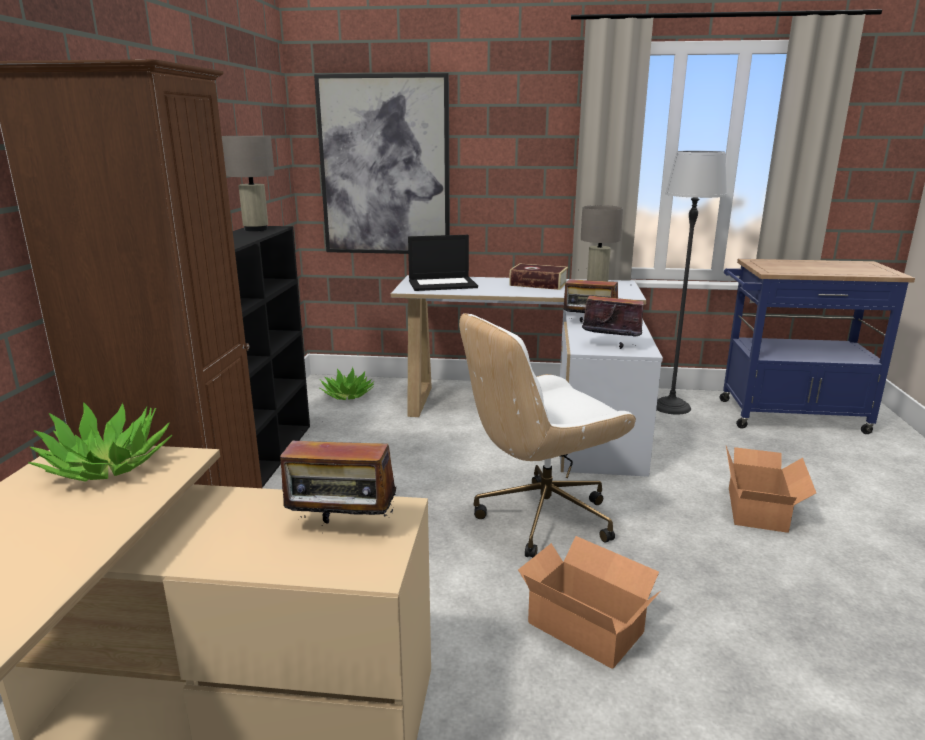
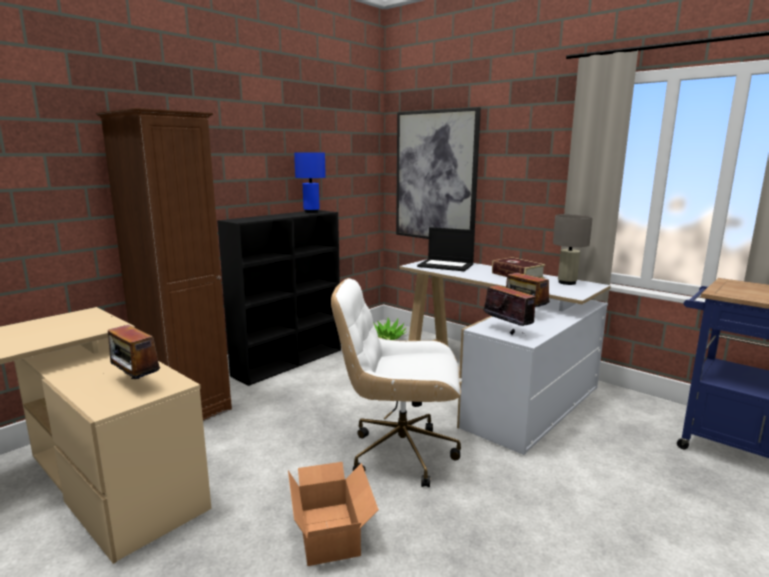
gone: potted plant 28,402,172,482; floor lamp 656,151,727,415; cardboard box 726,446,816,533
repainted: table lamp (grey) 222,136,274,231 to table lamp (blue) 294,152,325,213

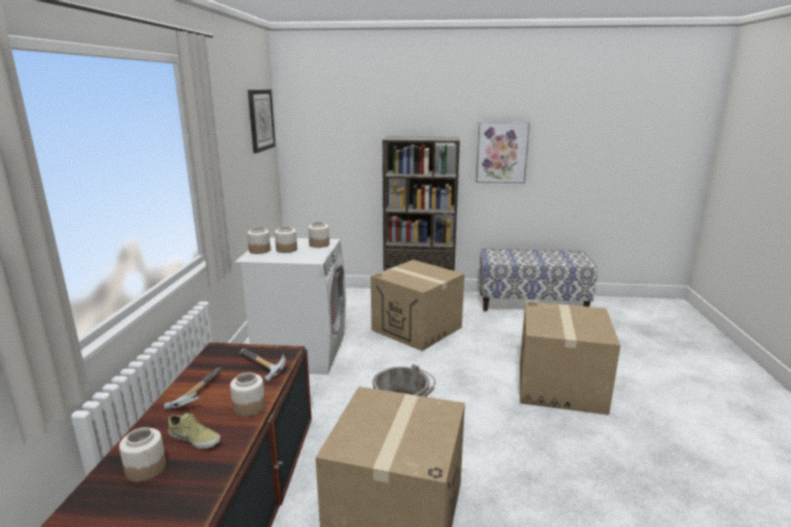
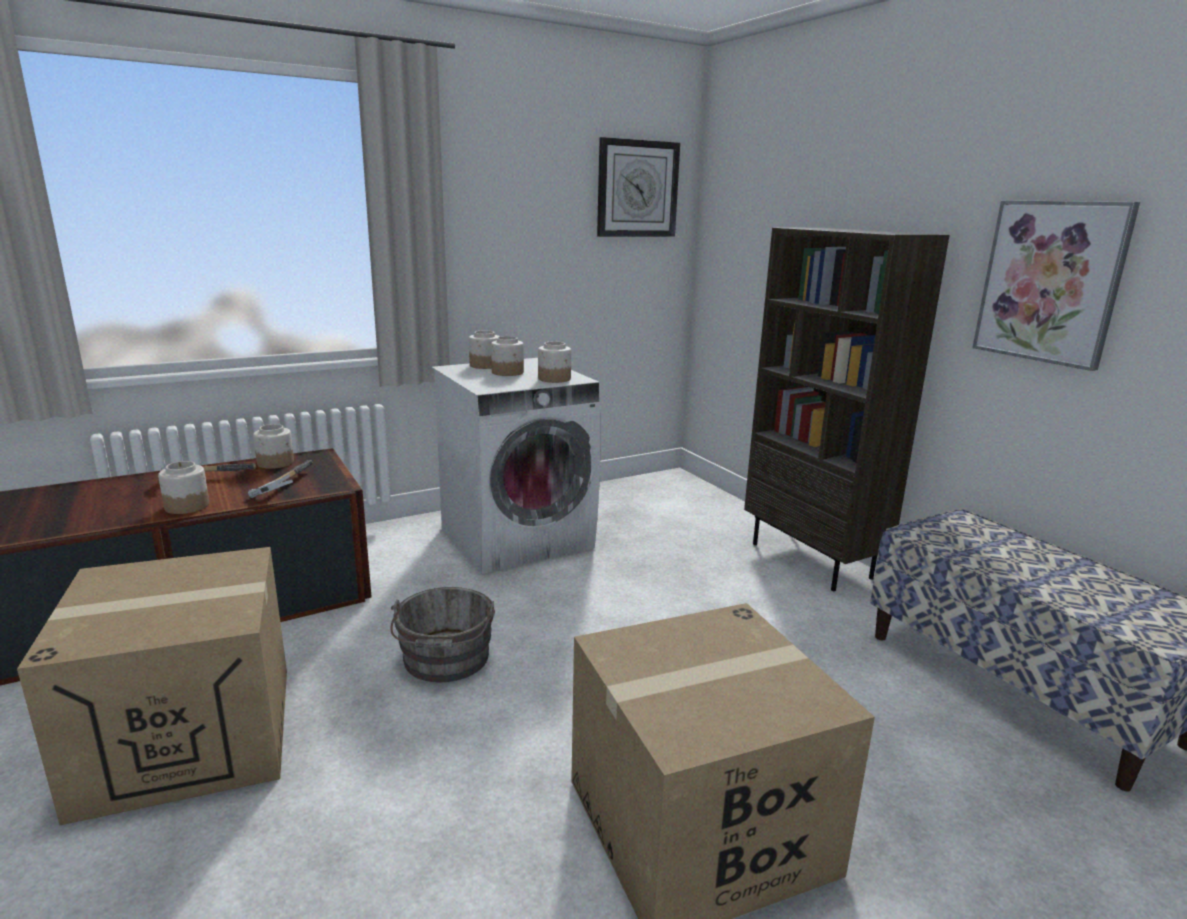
gone: shoe (beige) 168,413,221,449; cardboard box 371,260,464,351
shifted: jar 119,427,166,482 to 253,424,294,469

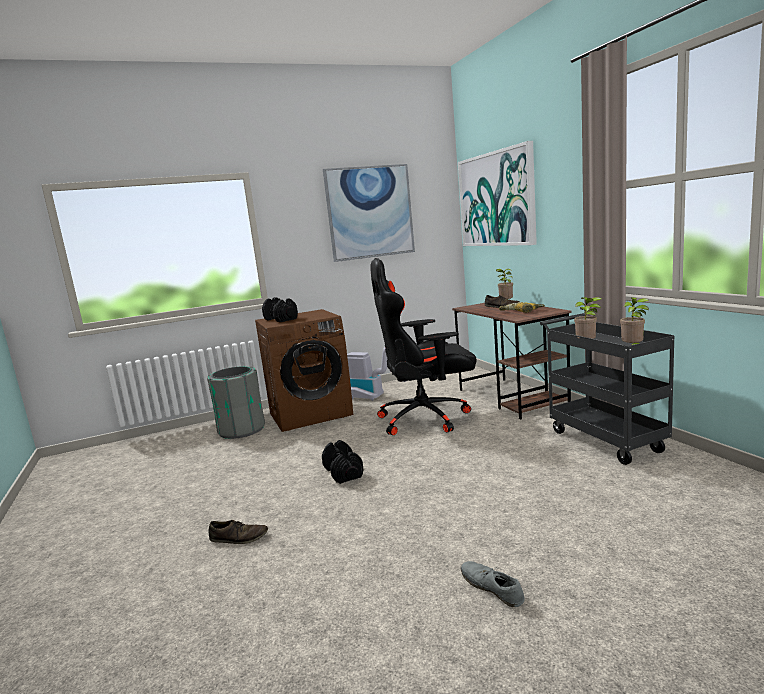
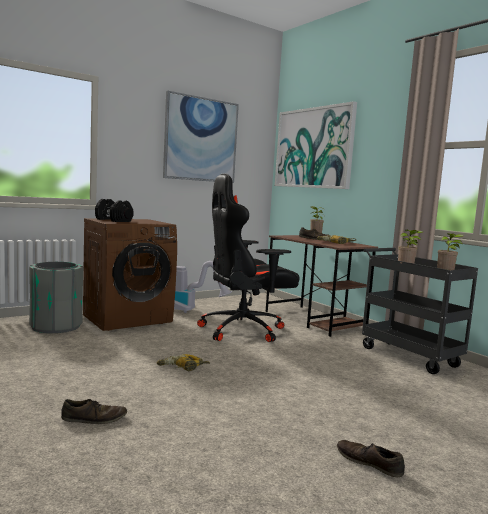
swapped: dumbbell (black) 322,440,364,484 to power drill 157,354,210,371
repainted: shoe (grey) 461,561,525,607 to shoe (brown) 337,440,405,477

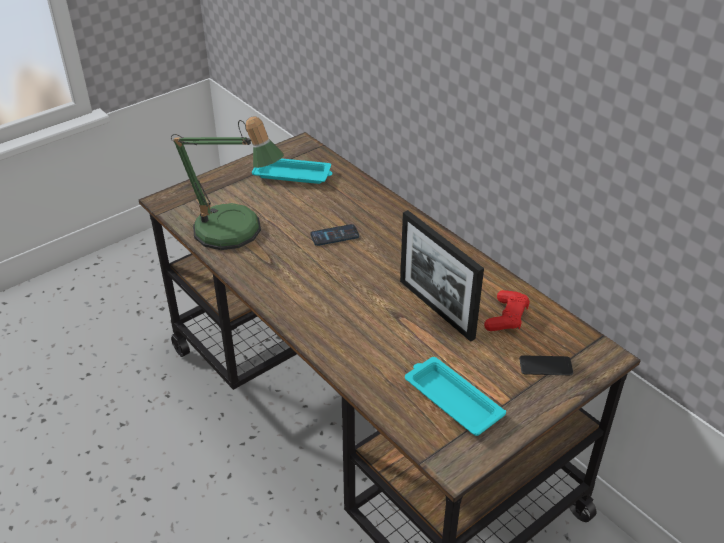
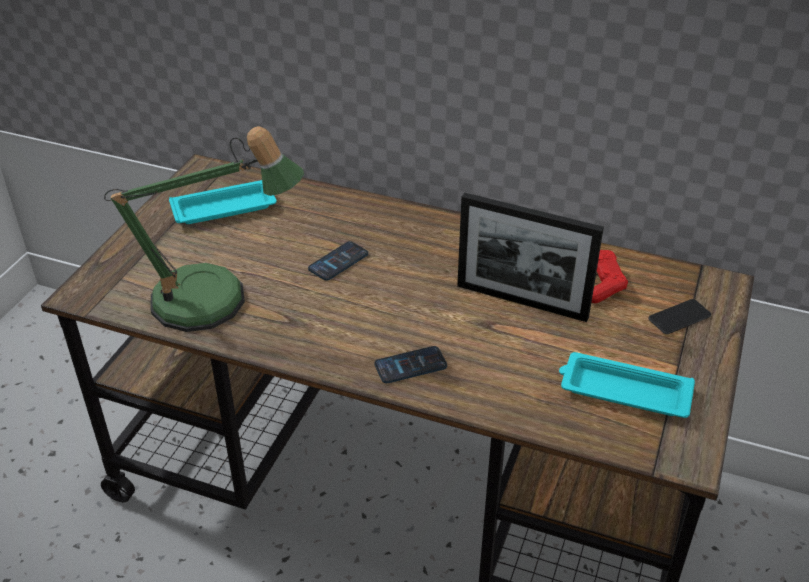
new: phone 375,346,447,383

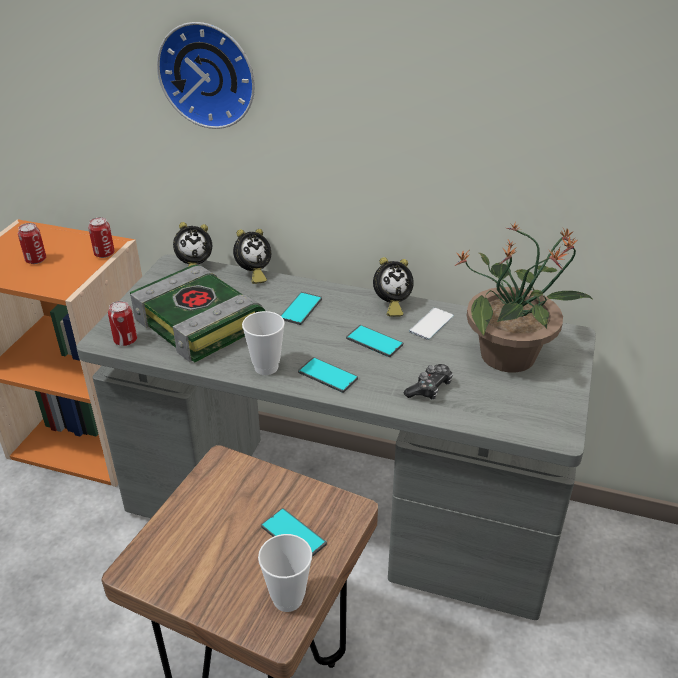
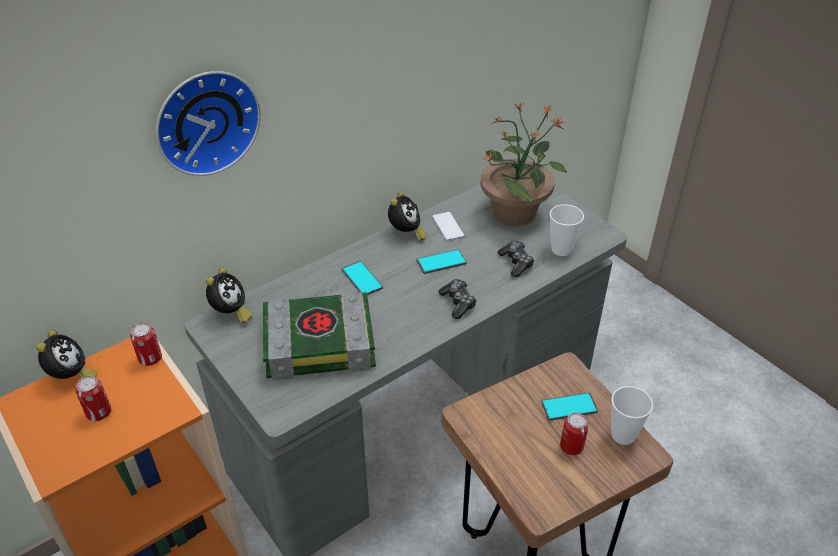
shifted: can 108,301,137,346 to 560,412,588,455; alarm clock 233,229,271,284 to 36,330,97,379; cup 242,311,285,375 to 549,204,584,256
swapped: phone 298,357,358,393 to game controller 439,279,477,319

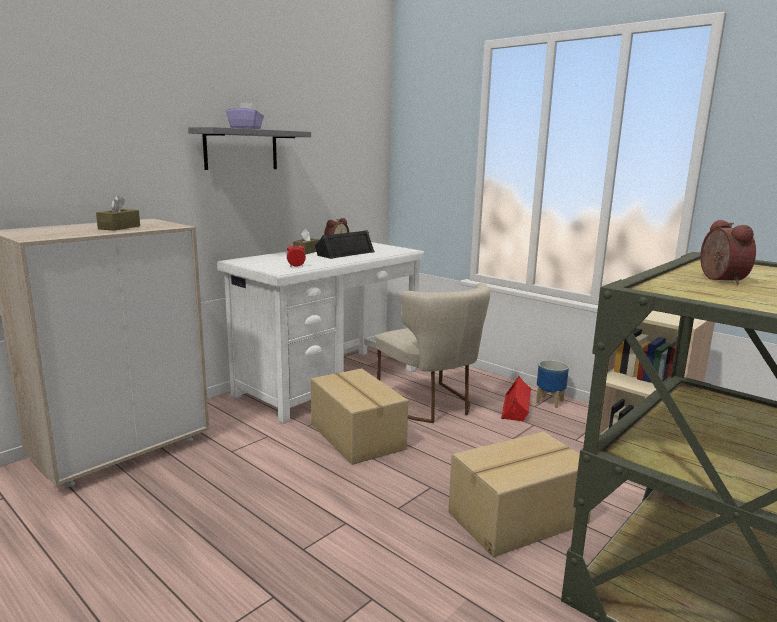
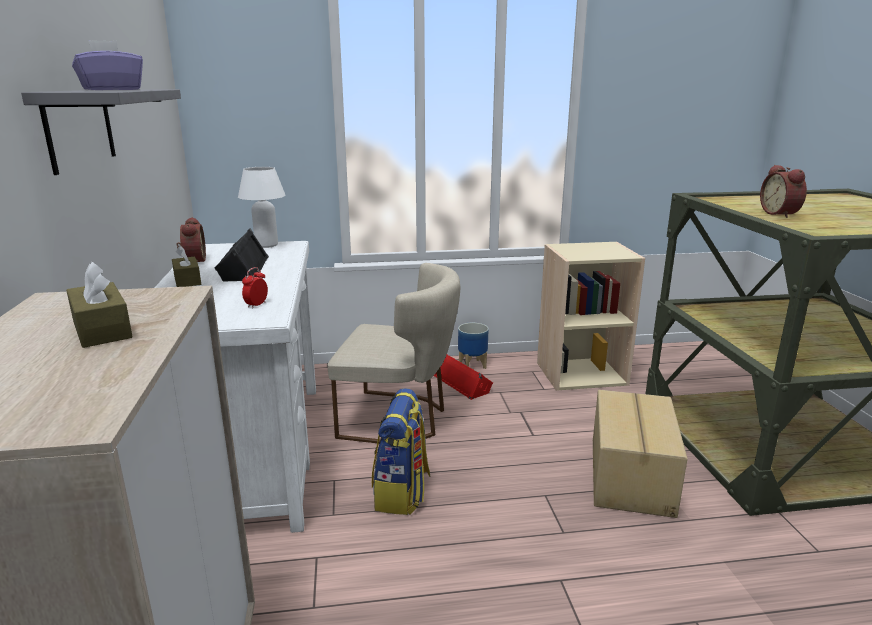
new: table lamp (white) 238,167,286,248
swapped: cardboard box 311,369,408,465 to backpack 372,388,430,515
rotated: alarm clock 700,220,756,285 = 760,165,807,218 135 degrees counterclockwise

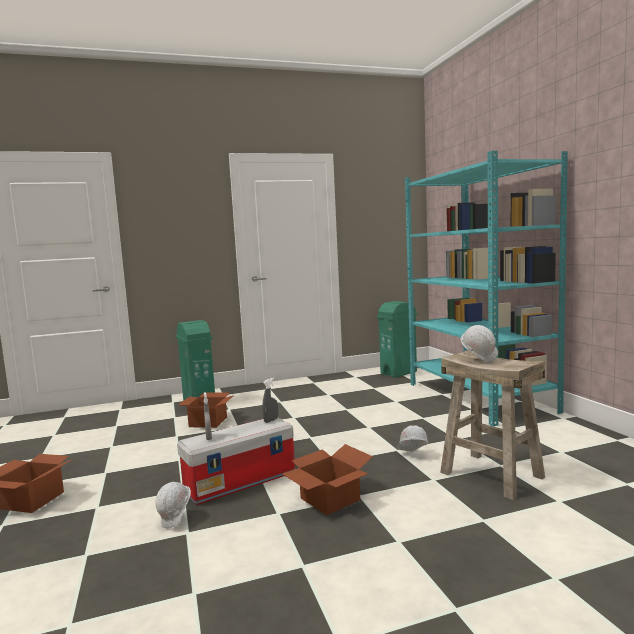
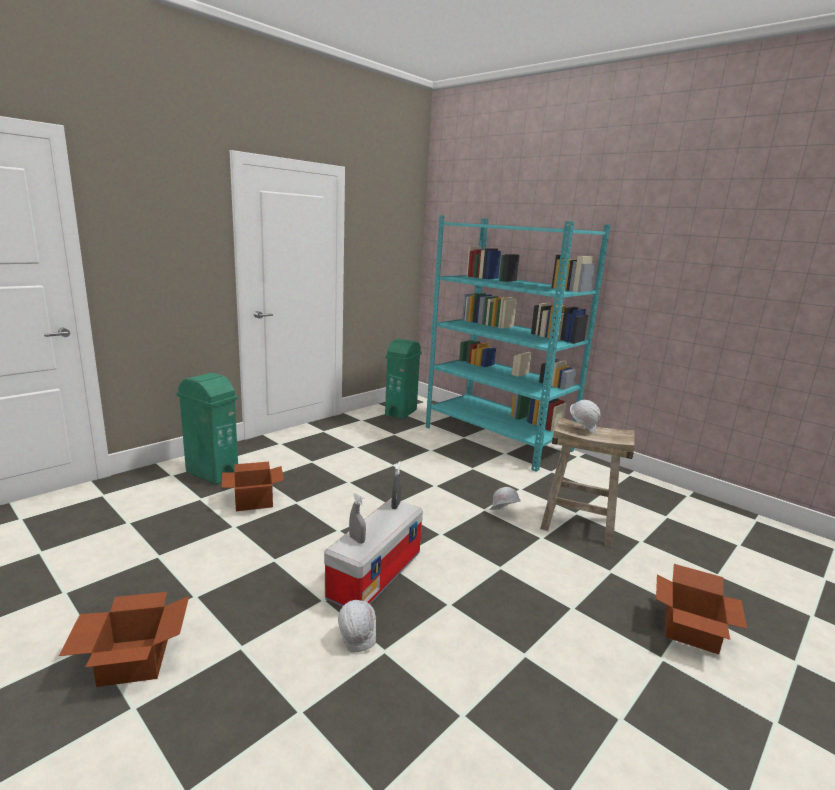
shifted: cardboard box 282,444,373,515 to 656,564,747,654

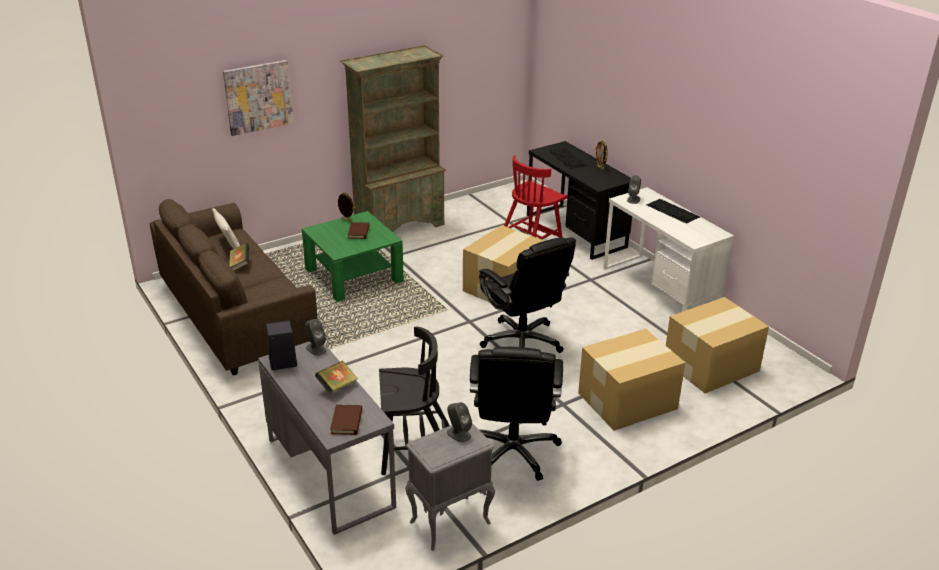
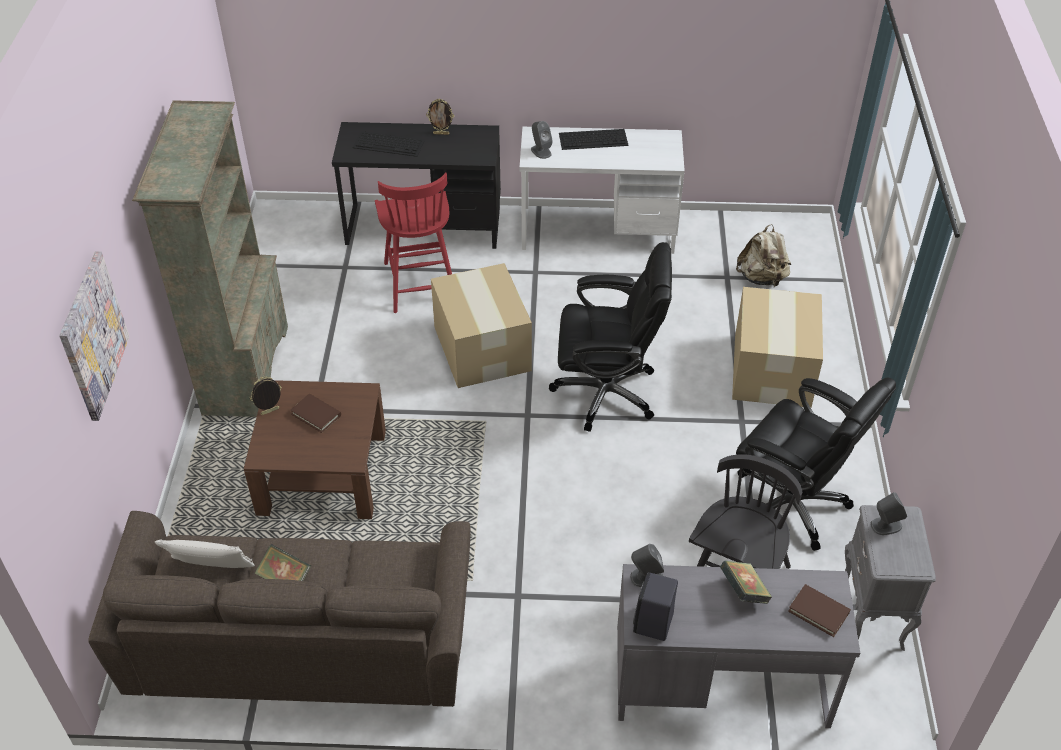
swapped: cardboard box 666,297,769,393 to backpack (beige) 736,224,791,287
repainted: coffee table (green) 302,211,404,302 to coffee table (brown) 244,380,386,519

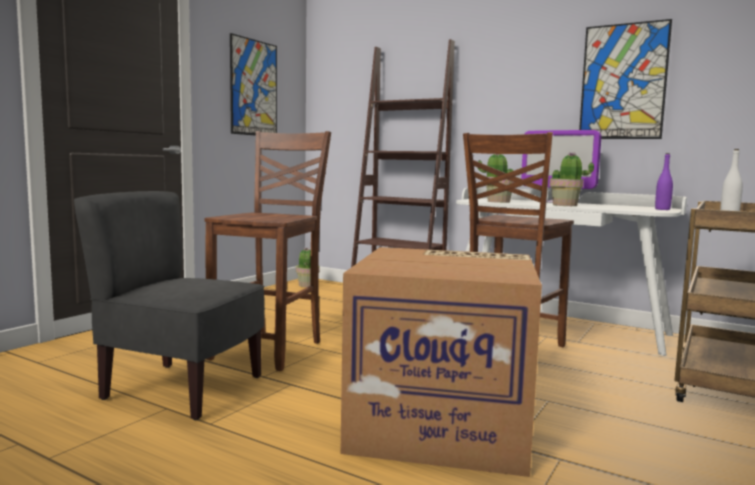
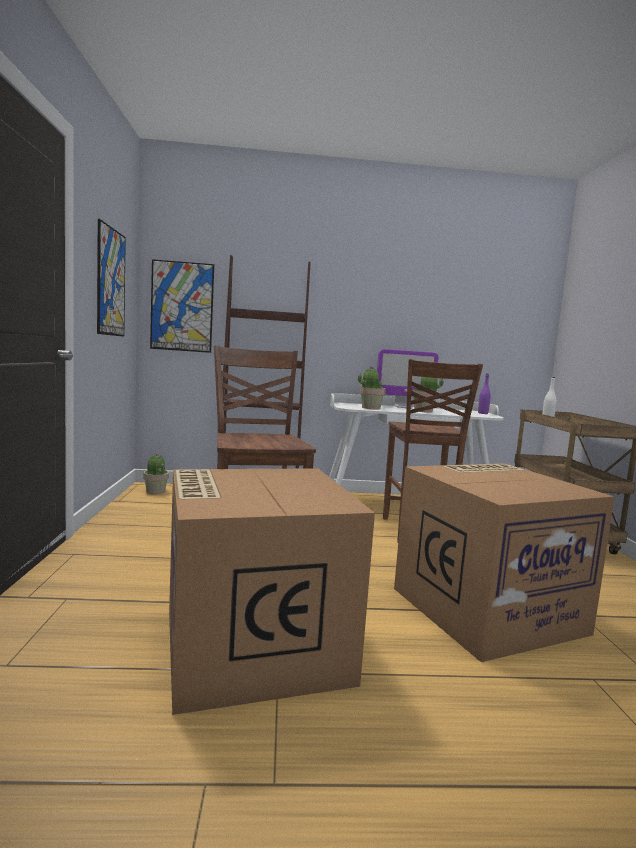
shifted: picture 579,19,672,139 to 150,259,214,353
swapped: chair (grey) 74,191,265,420 to cardboard box 169,468,375,715

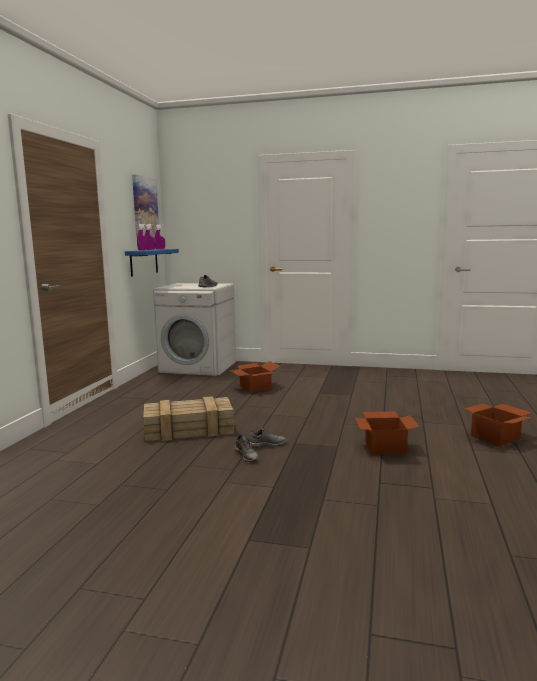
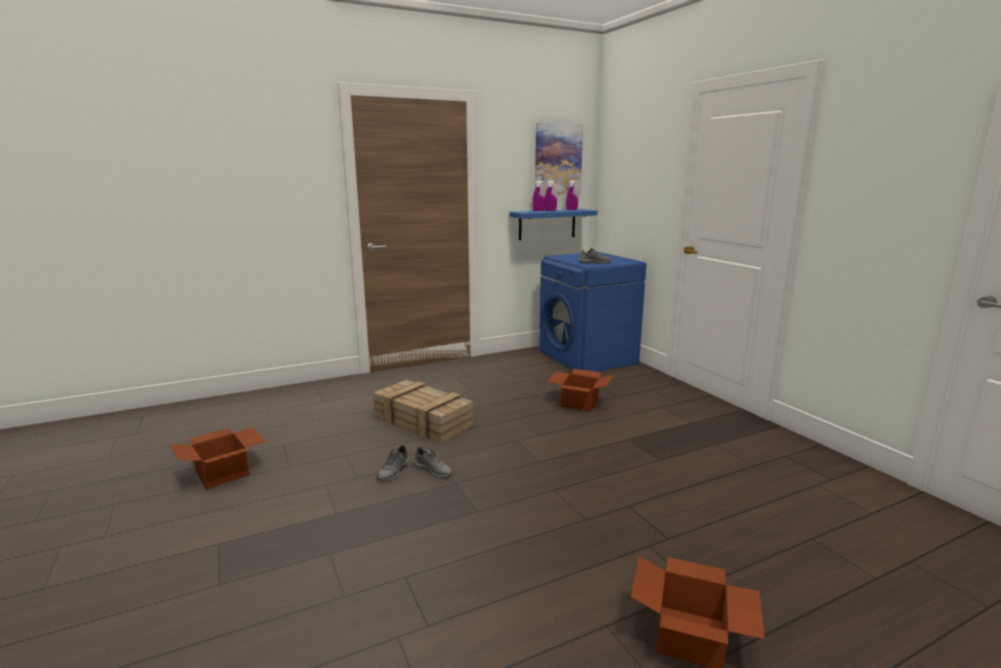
shifted: cardboard box 355,412,419,455 to 170,427,266,489
repainted: washing machine (white) 153,283,236,376 to washing machine (blue) 539,252,646,372

